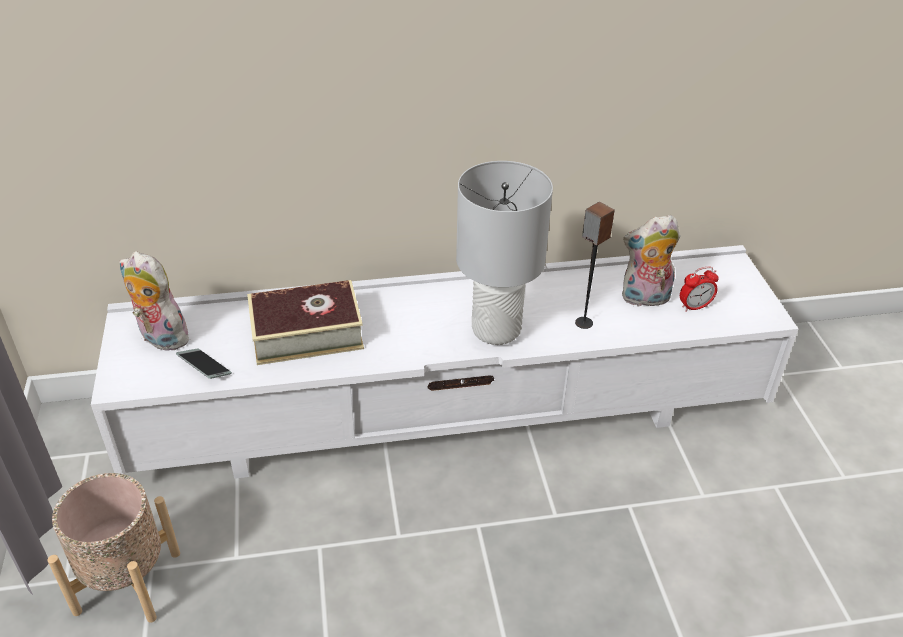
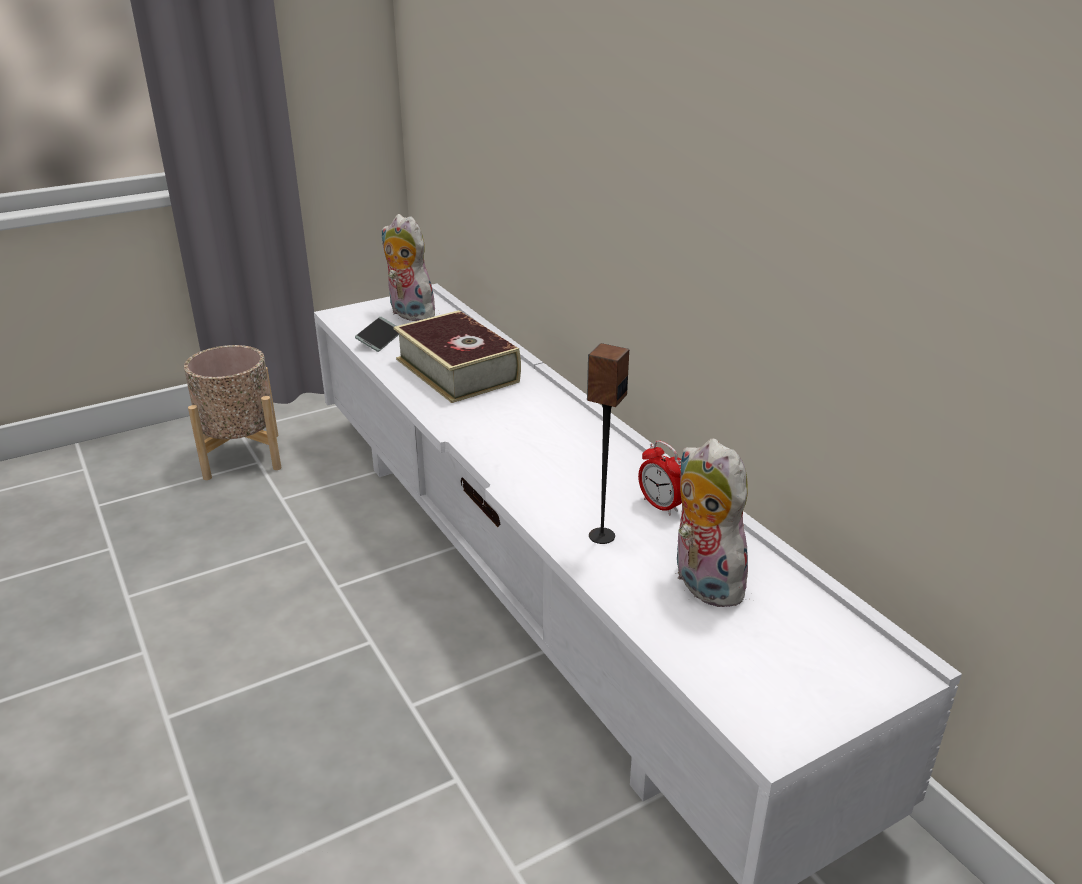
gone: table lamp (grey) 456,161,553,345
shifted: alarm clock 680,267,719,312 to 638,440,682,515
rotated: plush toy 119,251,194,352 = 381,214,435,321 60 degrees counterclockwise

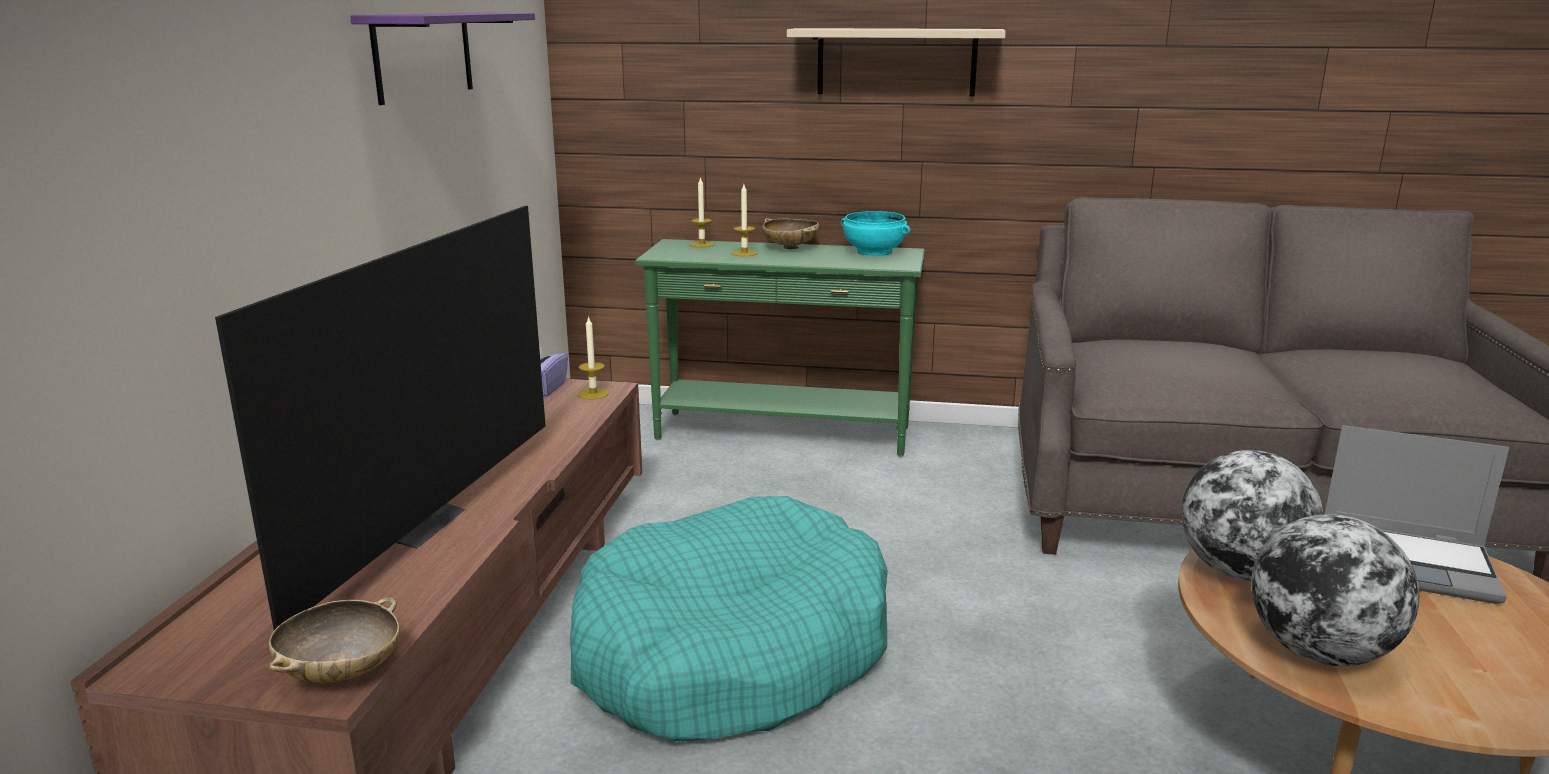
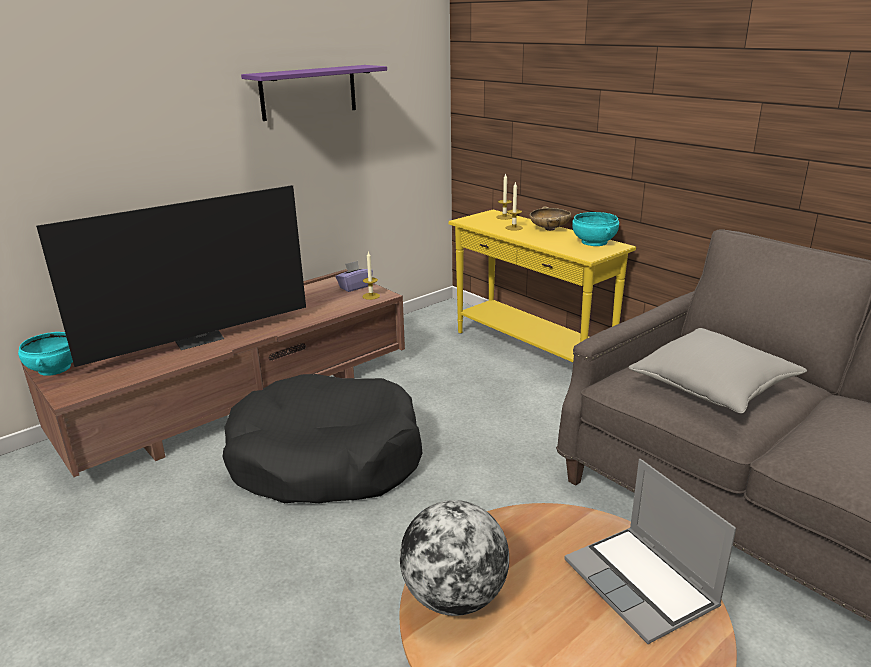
gone: bowl (beige) 269,597,400,683; shelf (beige) 787,28,1006,96; globe 1181,450,1324,581
new: bowl (turquoise) 18,332,73,376; pillow (grey) 629,328,807,414
repainted: dog bed (turquoise) 570,496,888,741 to dog bed (black) 223,374,422,504; console table (green) 635,239,925,457 to console table (yellow) 449,210,636,362

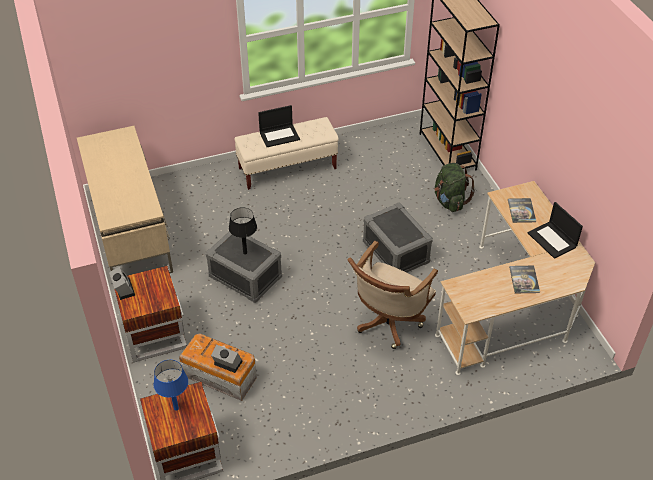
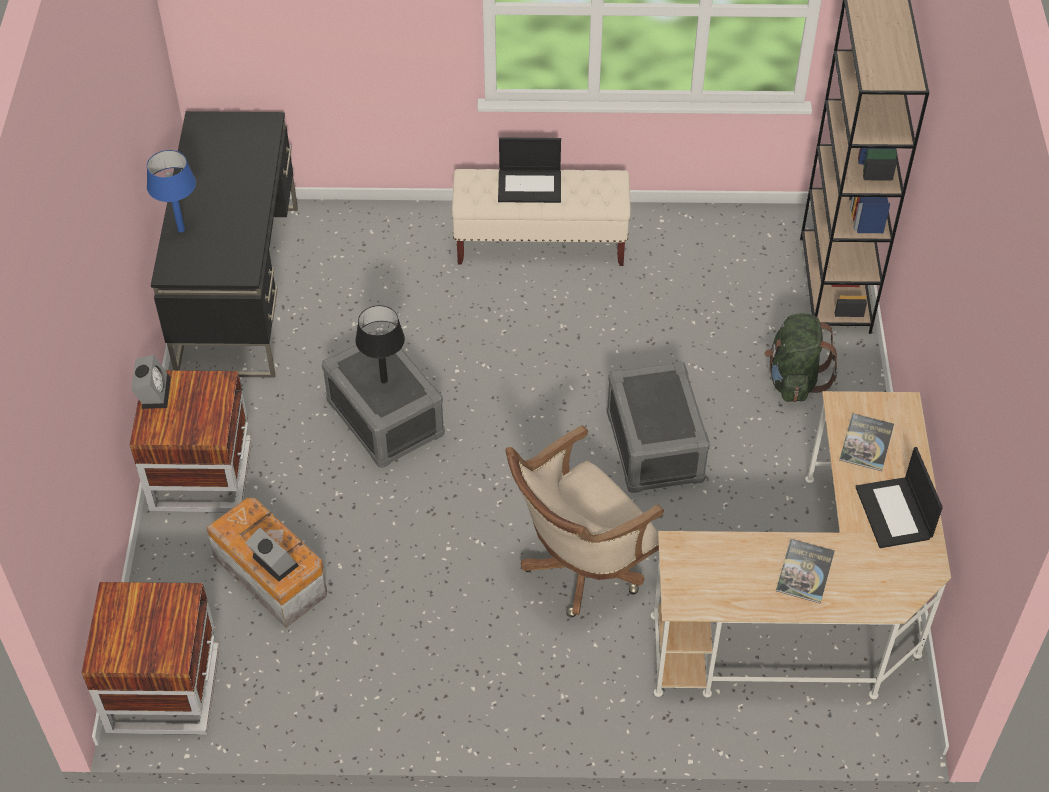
shifted: table lamp (blue) 154,360,188,411 to 147,150,196,232
repainted: desk (beige) 77,126,173,273 to desk (black) 151,111,298,378

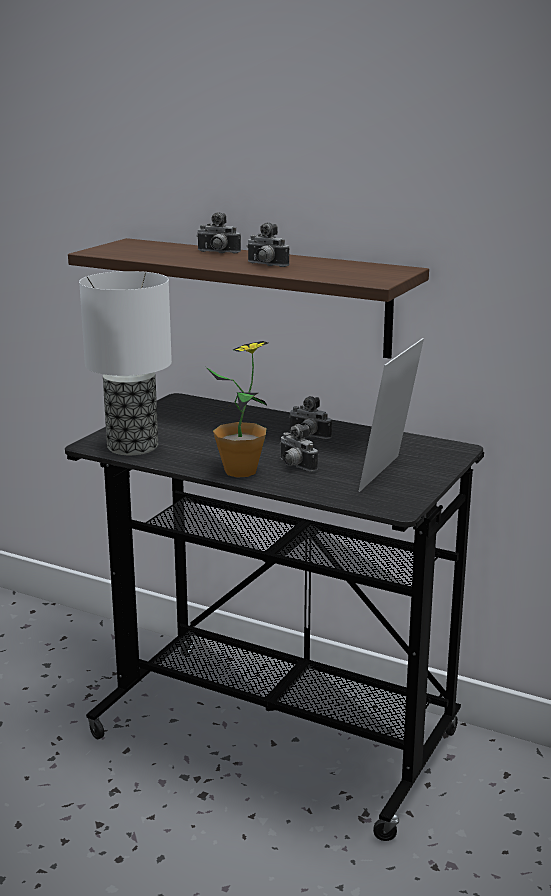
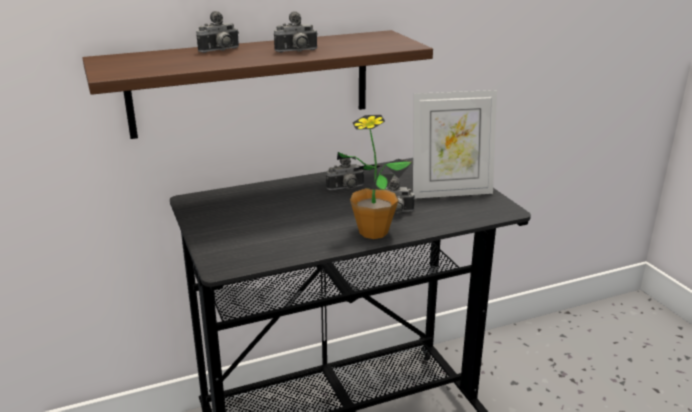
gone: table lamp 79,271,172,455
rotated: picture frame 358,338,424,492 = 413,90,497,199 75 degrees counterclockwise

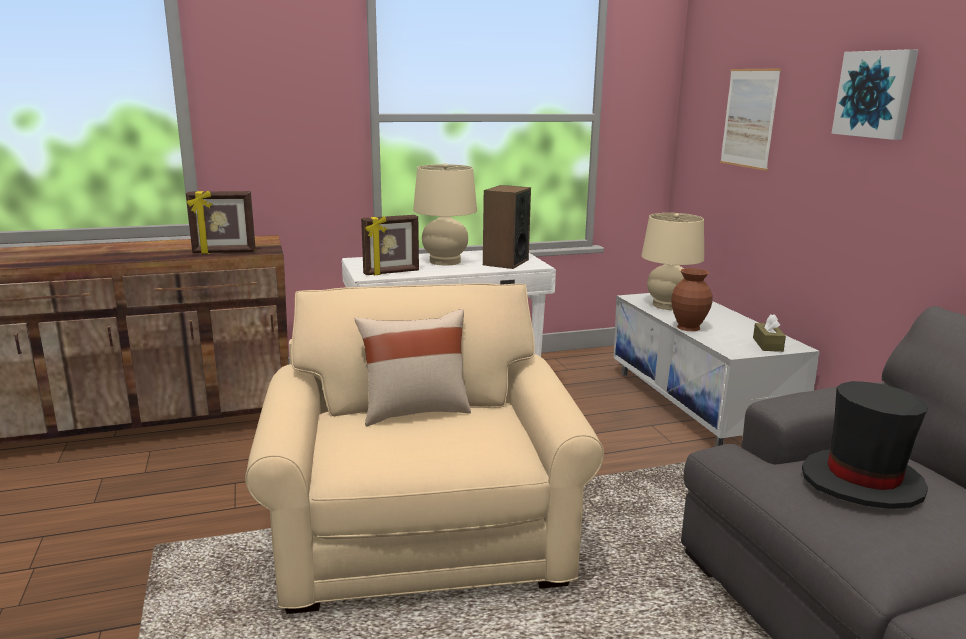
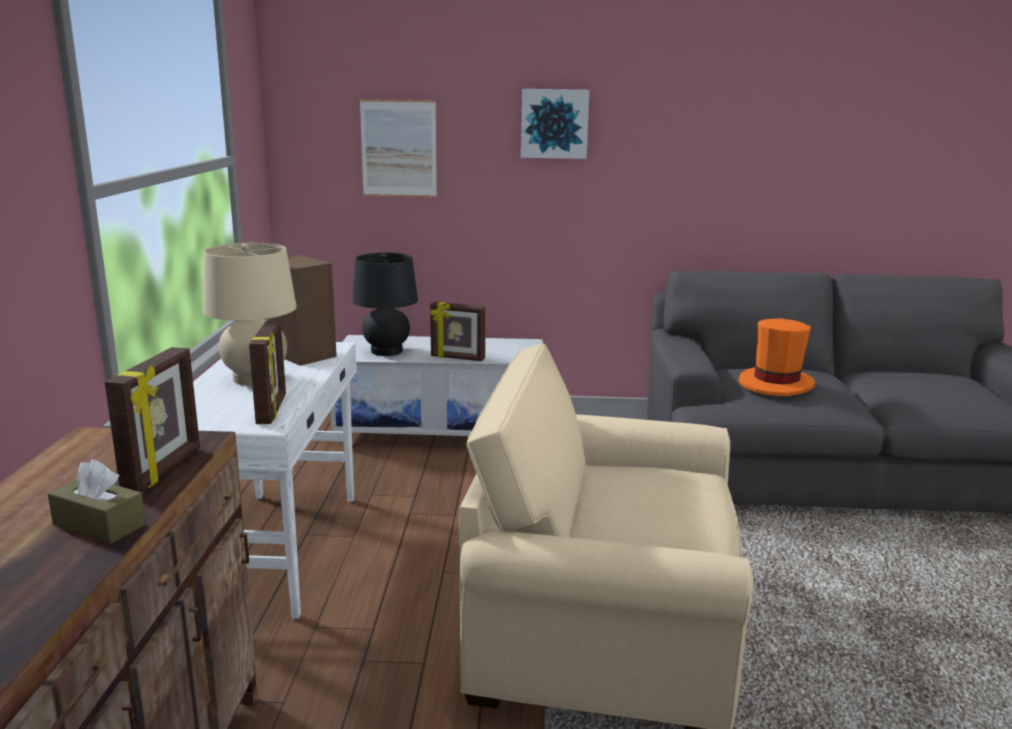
gone: pillow (beige) 355,309,471,426
shifted: tissue box (brown) 753,314,786,352 to 48,459,146,544
swapped: vase (brown) 671,268,713,331 to picture frame 430,302,485,361
repainted: table lamp (beige) 641,213,704,310 to table lamp (black) 353,253,418,356; hat (black) 802,381,928,509 to hat (orange) 739,318,815,396

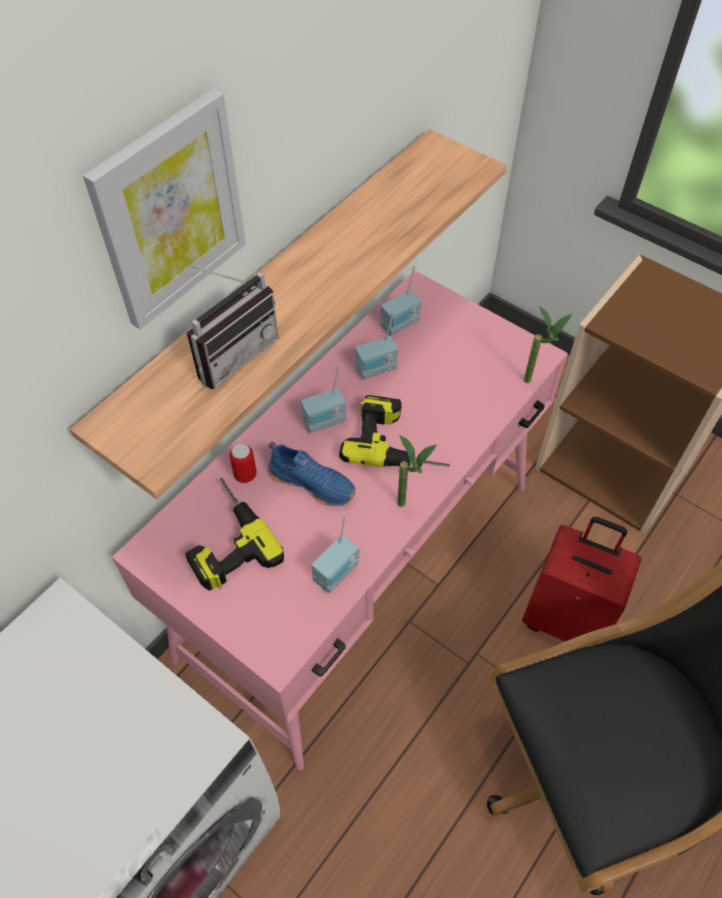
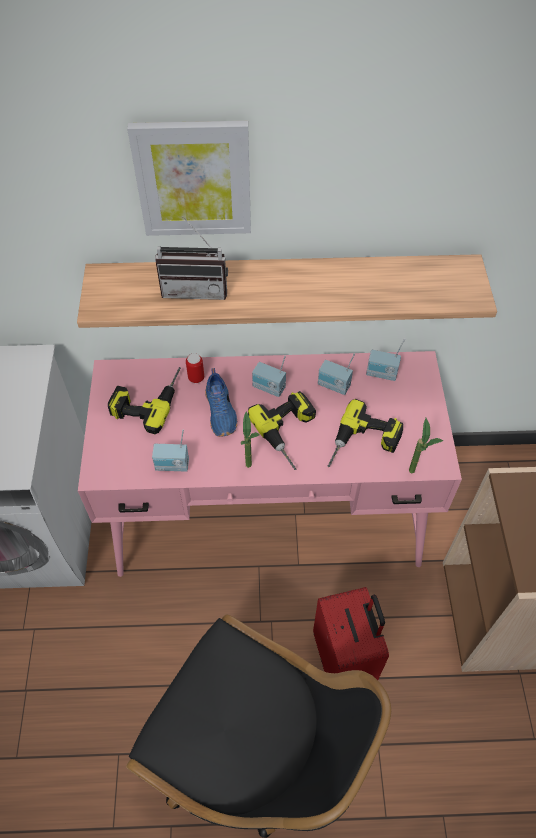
new: power drill 328,399,403,467

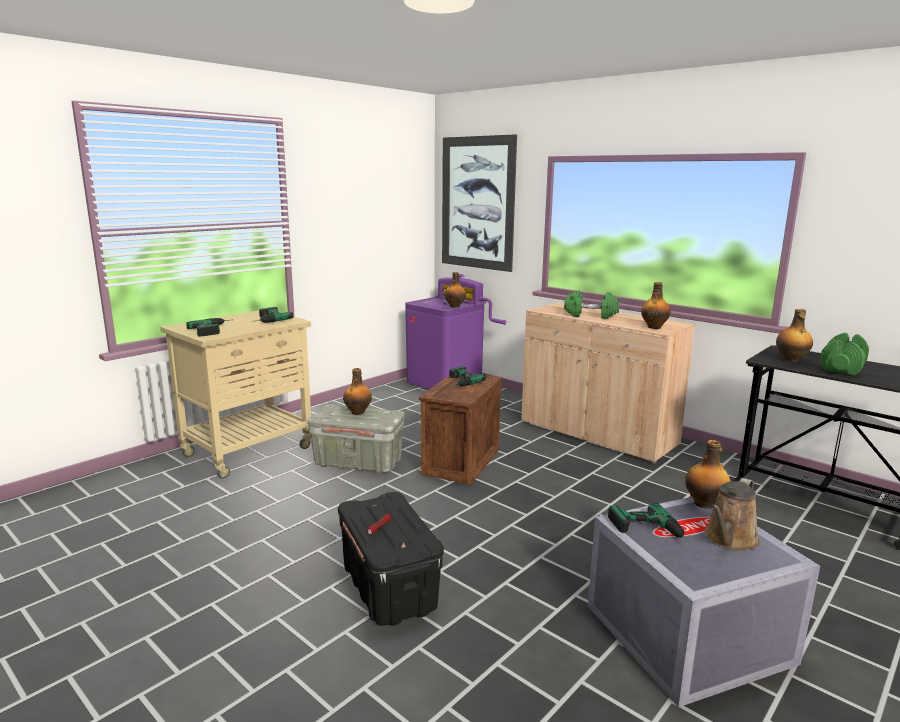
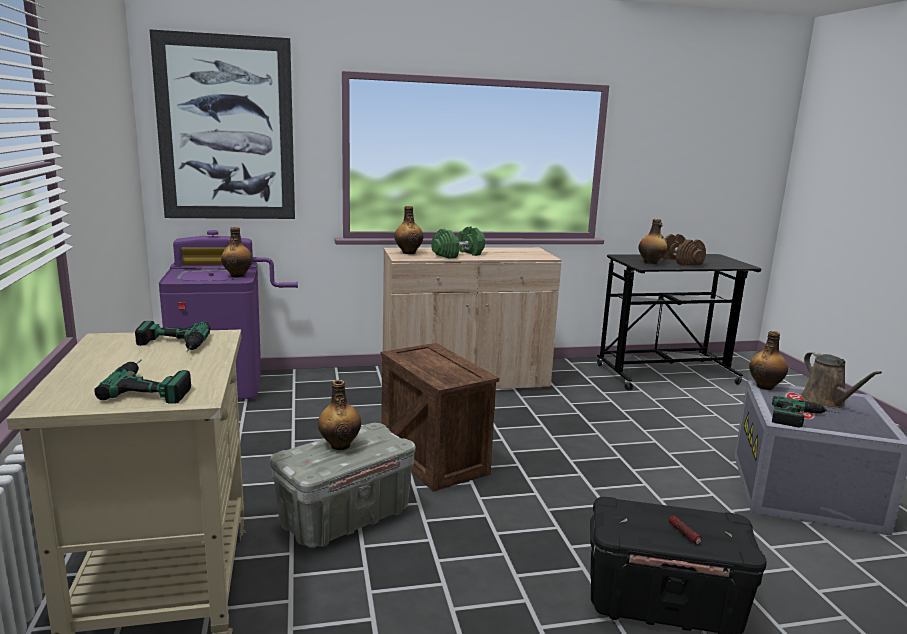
gone: power drill 449,366,486,386
shifted: bottle 641,282,671,329 to 394,206,423,254
repainted: dumbbell (green) 820,333,869,375 to dumbbell (brown) 662,234,706,266

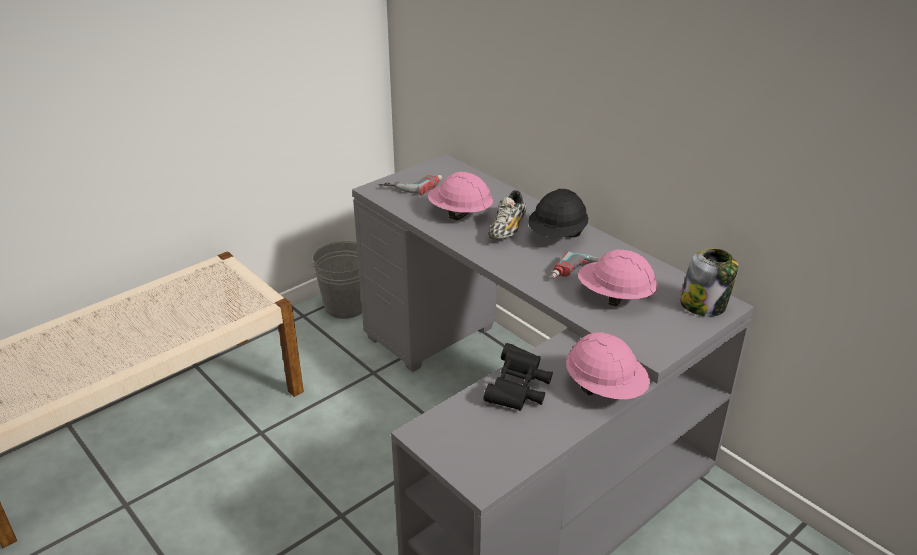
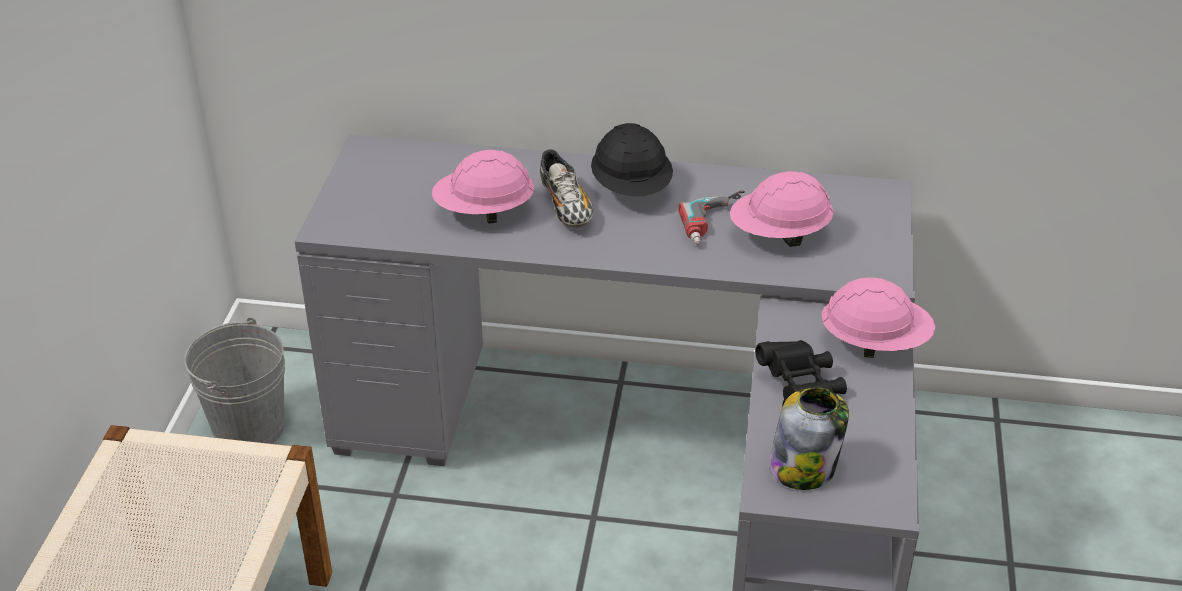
gone: power drill 378,175,443,195
shifted: jar 680,248,739,316 to 769,387,849,490

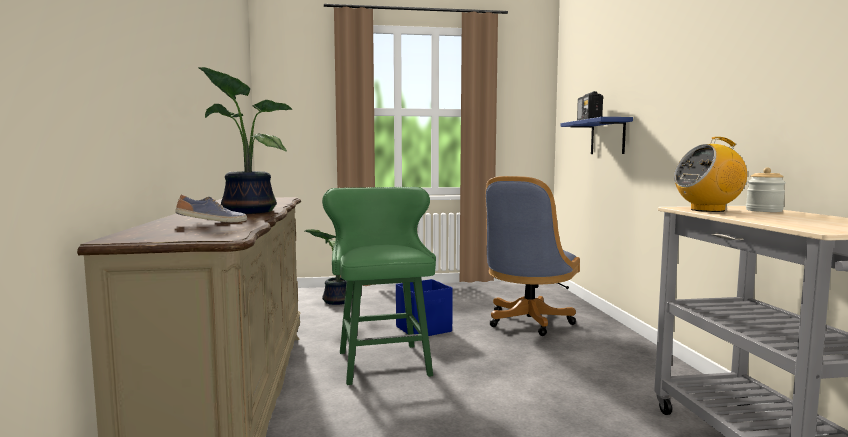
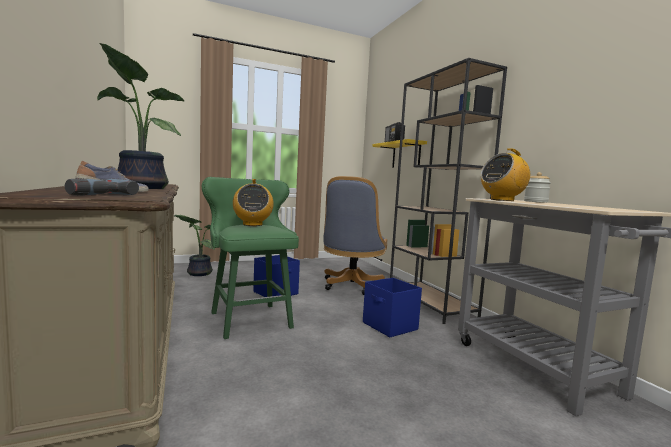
new: power drill 65,178,139,195; radio 233,179,274,226; storage box (blue) 363,278,422,337; bookcase 390,58,507,324
repainted: shelf (blue) 560,117,633,154 to shelf (yellow) 372,139,427,168

